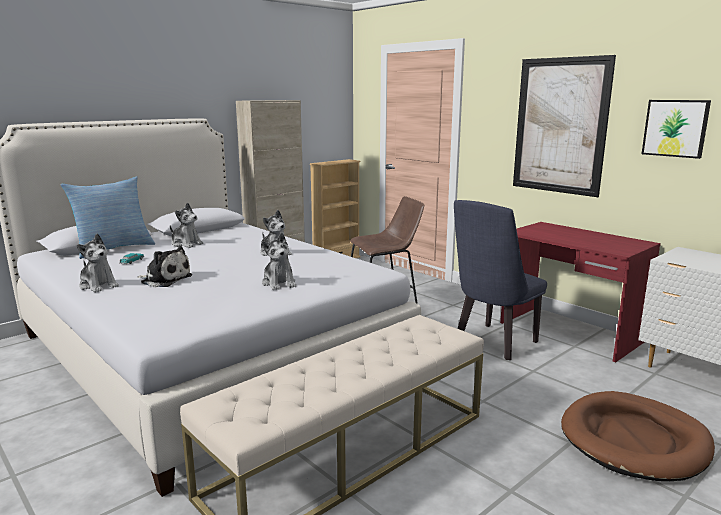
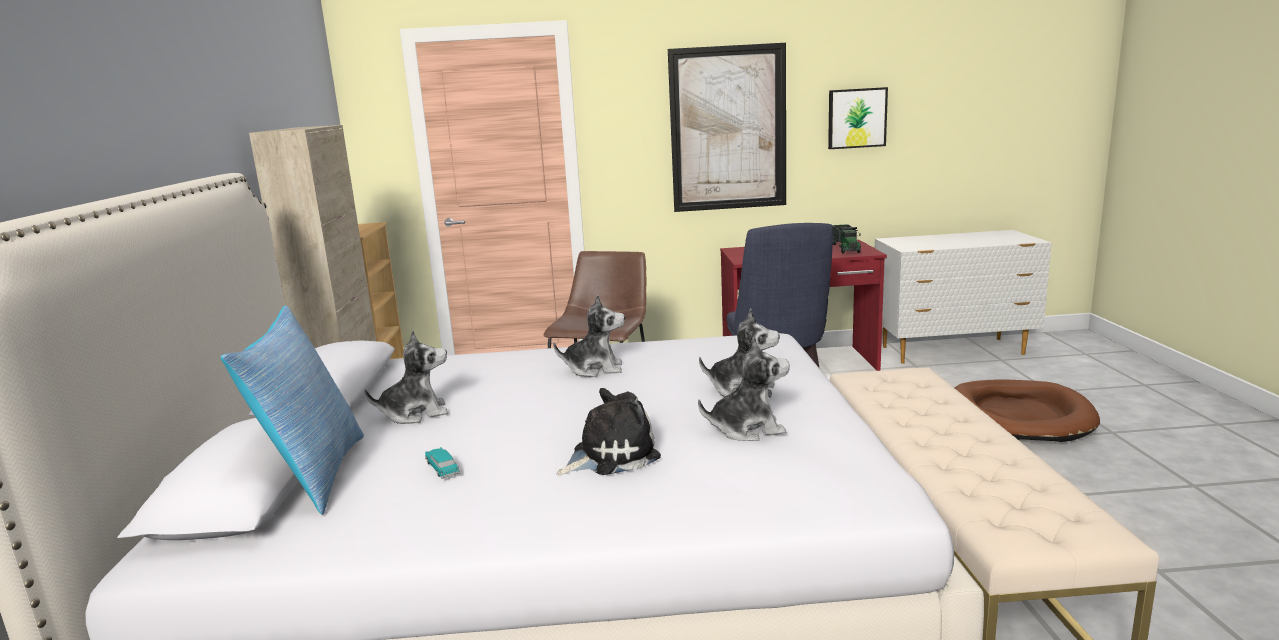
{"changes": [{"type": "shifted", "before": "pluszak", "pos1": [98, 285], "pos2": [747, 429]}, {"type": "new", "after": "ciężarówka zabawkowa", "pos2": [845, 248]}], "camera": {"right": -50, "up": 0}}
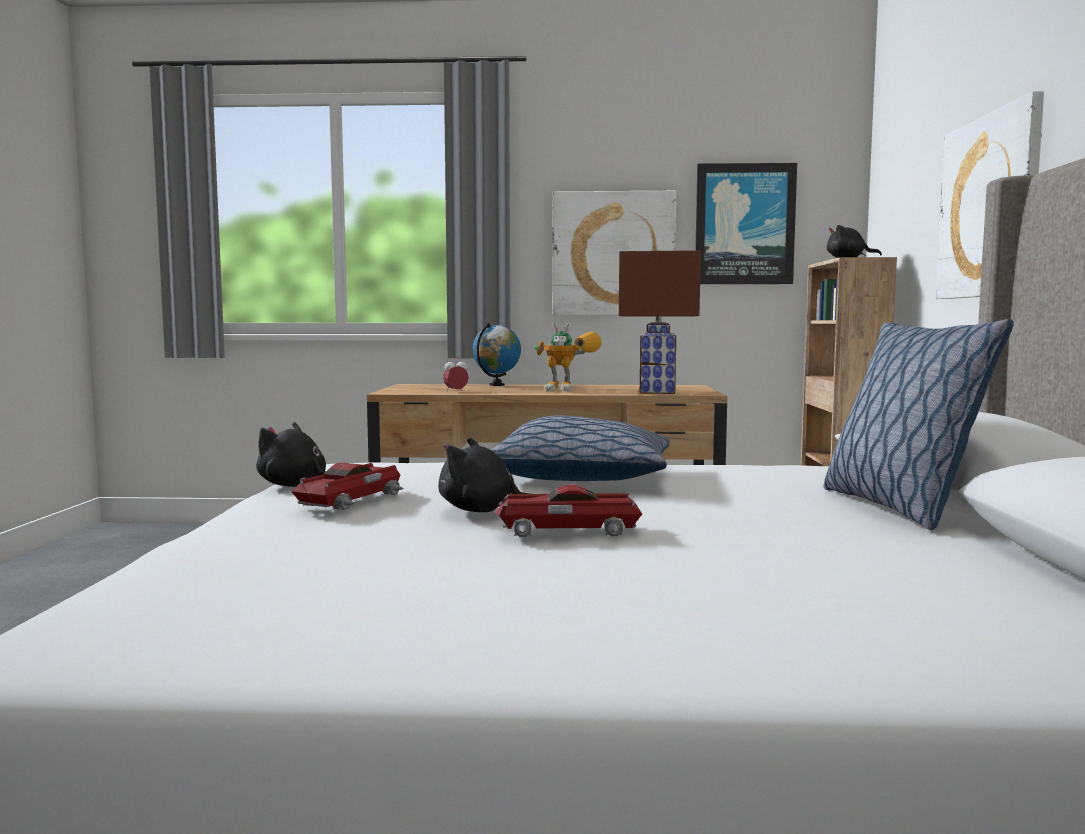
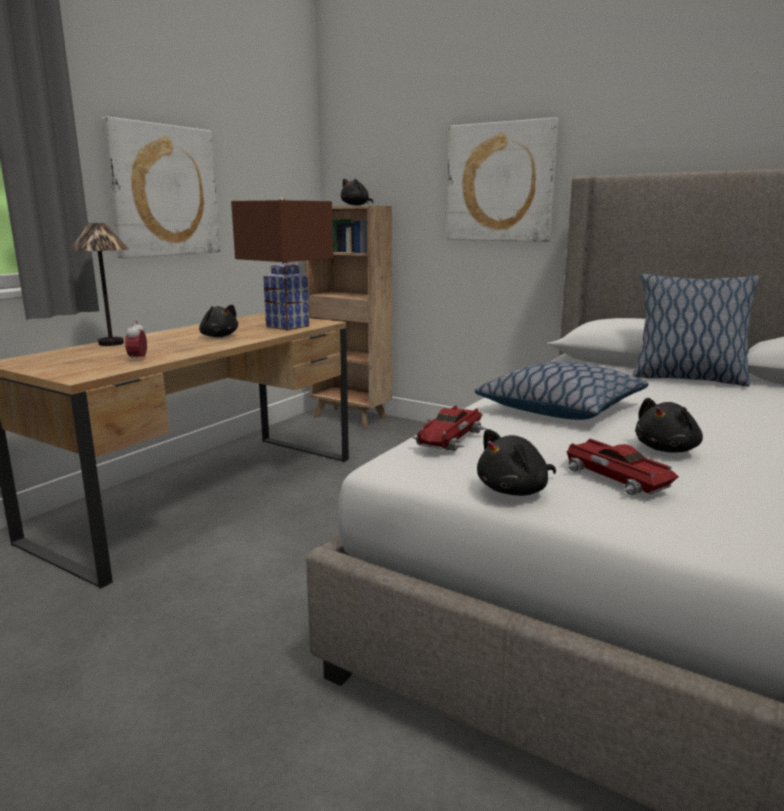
{"changes": [{"type": "swapped", "before": "globus", "after": "lampa stołowa", "pos1": [497, 385], "pos2": [111, 343]}, {"type": "swapped", "before": "robot zabawkowy", "after": "pluszak/czarny", "pos1": [571, 390], "pos2": [218, 336]}, {"type": "shifted", "before": "samochodzik", "pos1": [567, 529], "pos2": [450, 438]}, {"type": "gone", "before": "obraz", "pos1": [744, 224]}], "camera": {"right": -60, "up": 10}}
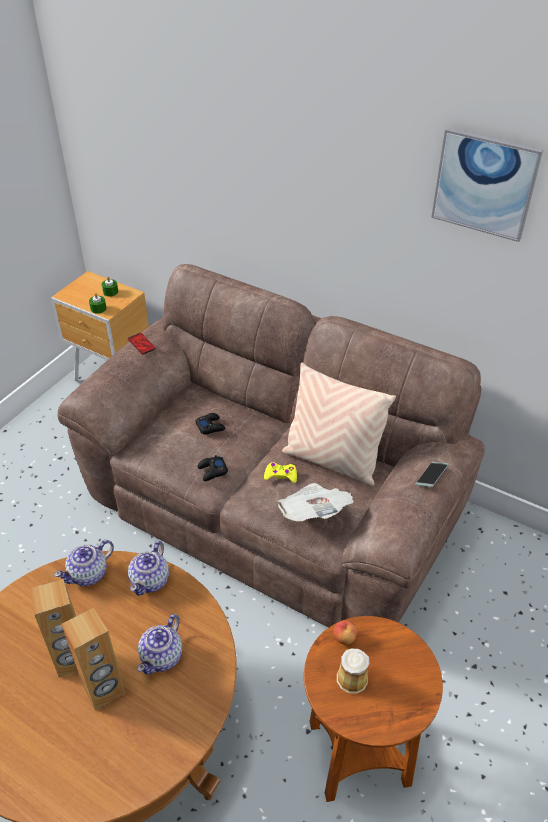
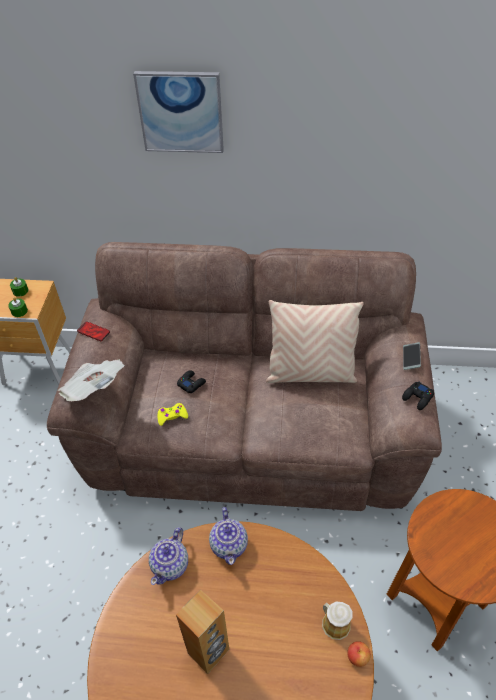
{"changes": [{"type": "shifted", "before": "gazeta", "pos1": [313, 514], "pos2": [94, 389]}, {"type": "shifted", "before": "obraz", "pos1": [485, 184], "pos2": [181, 112]}, {"type": "shifted", "before": "pad do gier/żółty", "pos1": [281, 475], "pos2": [172, 416]}, {"type": "shifted", "before": "kubek", "pos1": [351, 677], "pos2": [334, 623]}, {"type": "shifted", "before": "jabłko", "pos1": [344, 638], "pos2": [357, 657]}, {"type": "shifted", "before": "pad do gier/czarny", "pos1": [212, 471], "pos2": [417, 398]}, {"type": "gone", "before": "głośnik/brązowy", "pos1": [104, 690]}, {"type": "gone", "before": "imbryk", "pos1": [162, 656]}], "camera": {"right": -25, "up": 5}}
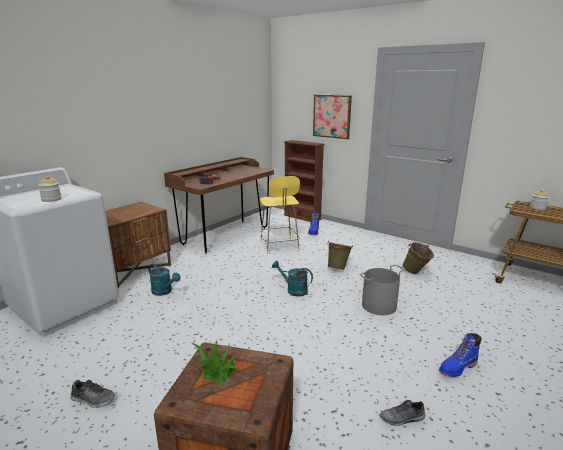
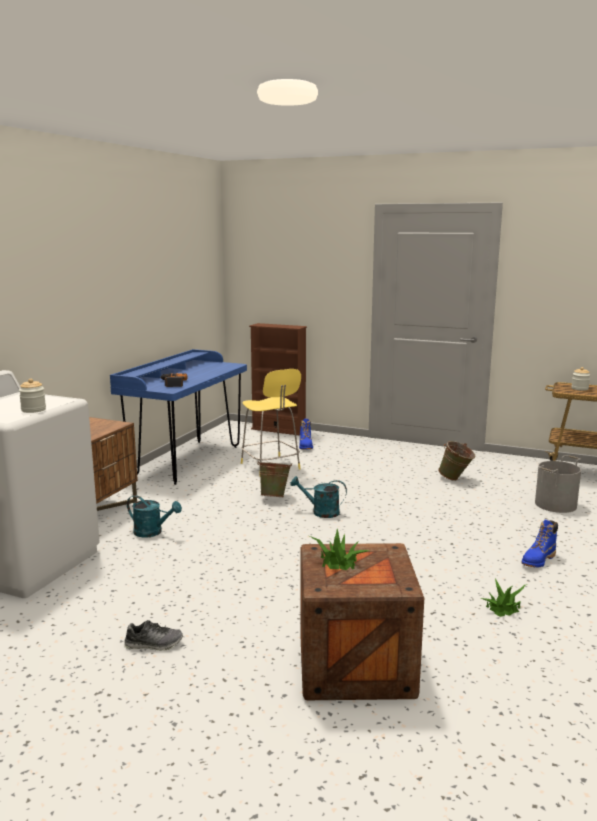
{"changes": [{"type": "repainted", "before": "biurko/brązowy", "after": "biurko/niebieski", "pos1": [225, 236], "pos2": [187, 461]}, {"type": "shifted", "before": "wiadro/zielony", "pos1": [338, 268], "pos2": [274, 497]}, {"type": "swapped", "before": "but/szary", "after": "roślina doniczkowa", "pos1": [402, 419], "pos2": [503, 608]}, {"type": "shifted", "before": "wiadro/szary", "pos1": [379, 306], "pos2": [556, 504]}, {"type": "gone", "before": "obraz", "pos1": [332, 116]}], "camera": {"right": -15, "up": -5}}
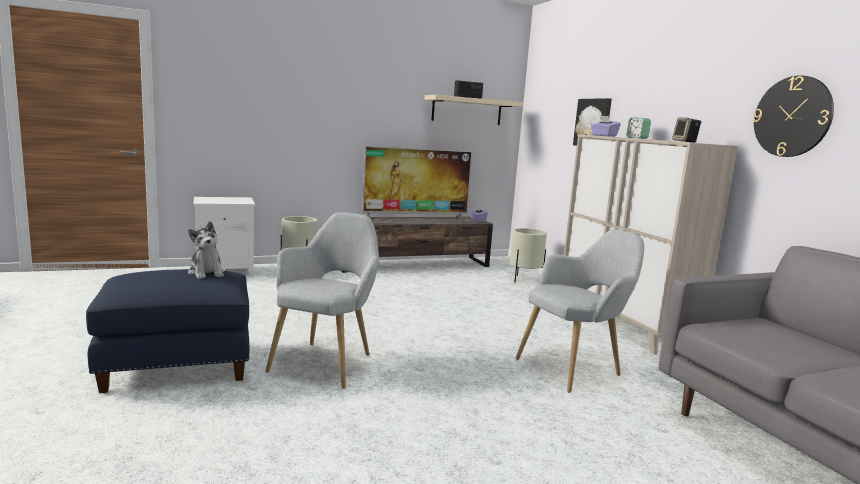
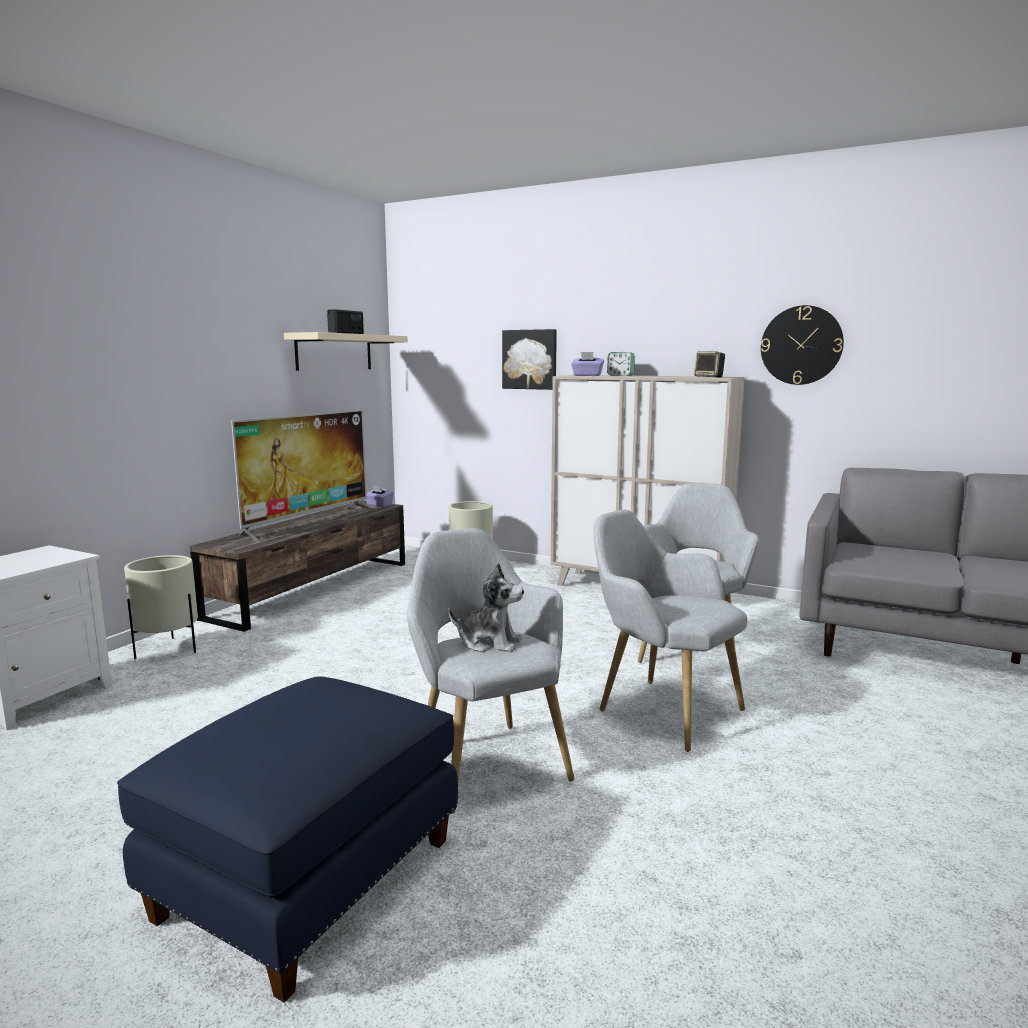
{"changes": [{"type": "shifted", "before": "pluszak", "pos1": [206, 273], "pos2": [489, 643]}, {"type": "new", "after": "fotel/szary", "pos2": [661, 709]}], "camera": {"right": -40, "up": 0}}
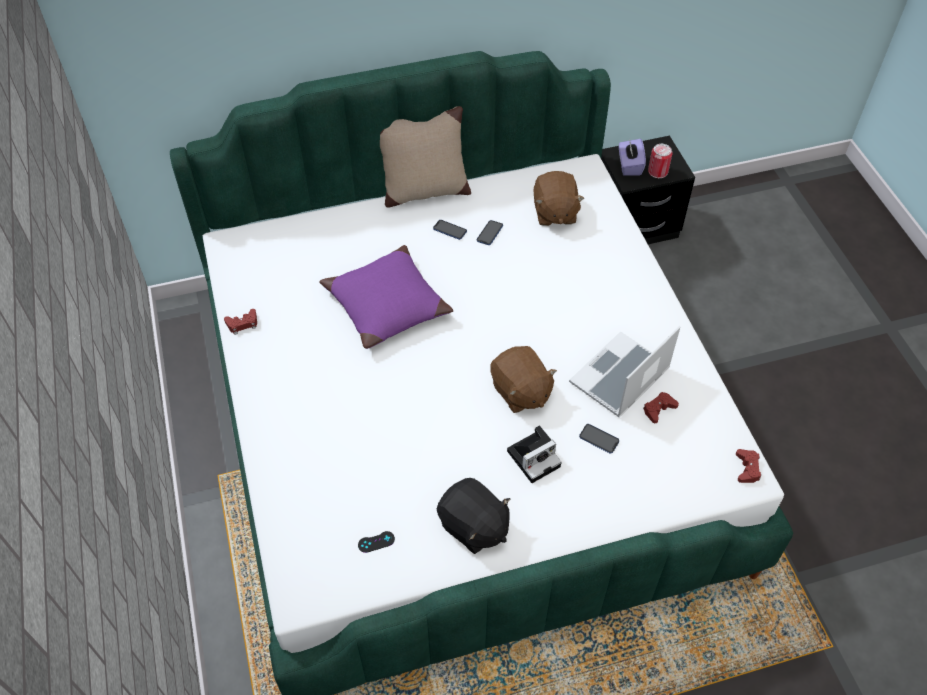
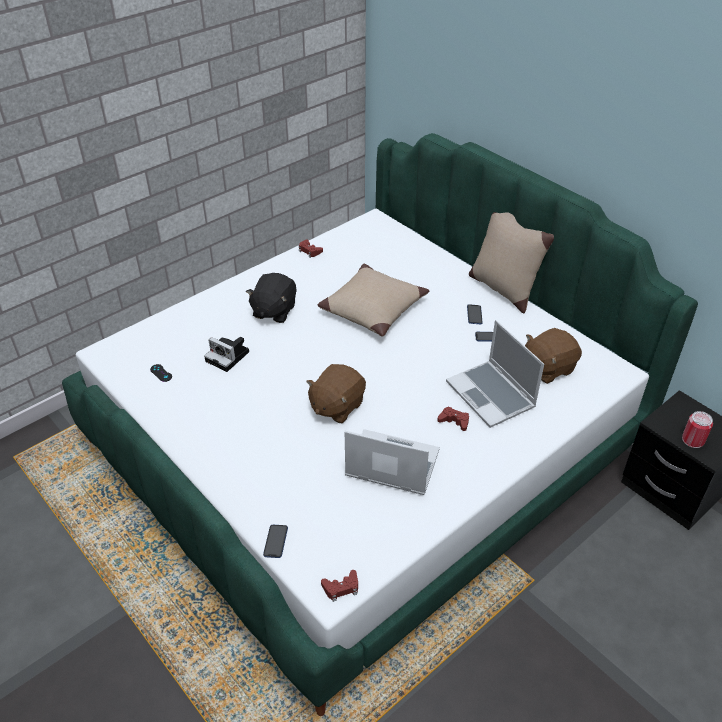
{"changes": [{"type": "shifted", "before": "aparat fotograficzny", "pos1": [534, 457], "pos2": [229, 357]}, {"type": "shifted", "before": "pluszak/czarny", "pos1": [473, 527], "pos2": [273, 311]}, {"type": "shifted", "before": "telefon", "pos1": [599, 439], "pos2": [275, 542]}, {"type": "repainted", "before": "poduszka/fioletowy", "after": "poduszka/beżowy", "pos1": [386, 305], "pos2": [372, 308]}, {"type": "shifted", "before": "pad do gier/czerwony", "pos1": [658, 409], "pos2": [454, 421]}, {"type": "new", "after": "laptop", "pos2": [492, 395]}, {"type": "gone", "before": "pudełko chusteczek/fioletowy", "pos1": [629, 166]}], "camera": {"right": 65, "up": -10}}
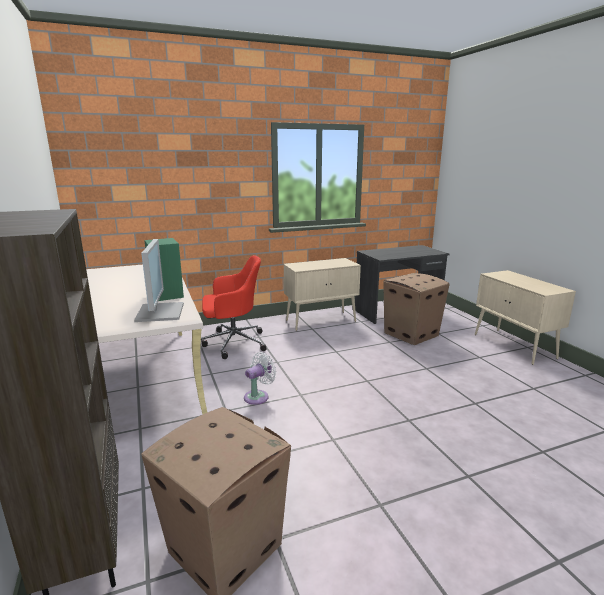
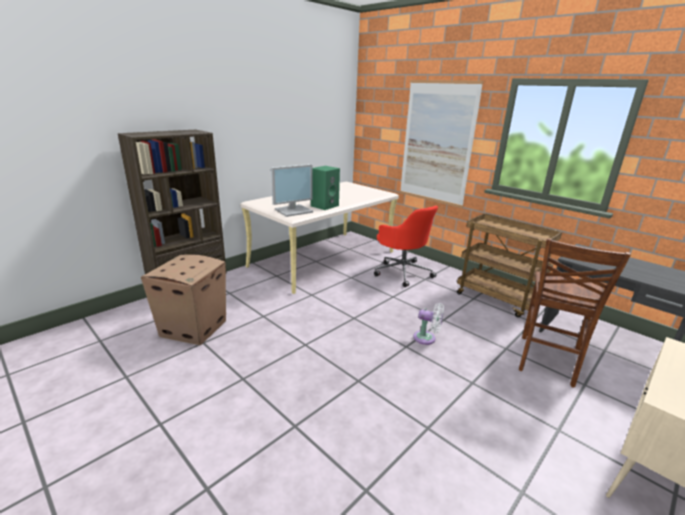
{"changes": [{"type": "new", "after": "obraz", "pos2": [437, 143]}, {"type": "shifted", "before": "wentylator/biały", "pos1": [258, 396], "pos2": [427, 338]}, {"type": "swapped", "before": "szafka/beżowy", "after": "wózek/brązowy", "pos1": [321, 321], "pos2": [498, 299]}, {"type": "swapped", "before": "karton", "after": "krzesło/brązowy", "pos1": [410, 334], "pos2": [547, 361]}], "camera": {"right": 65, "up": 5}}
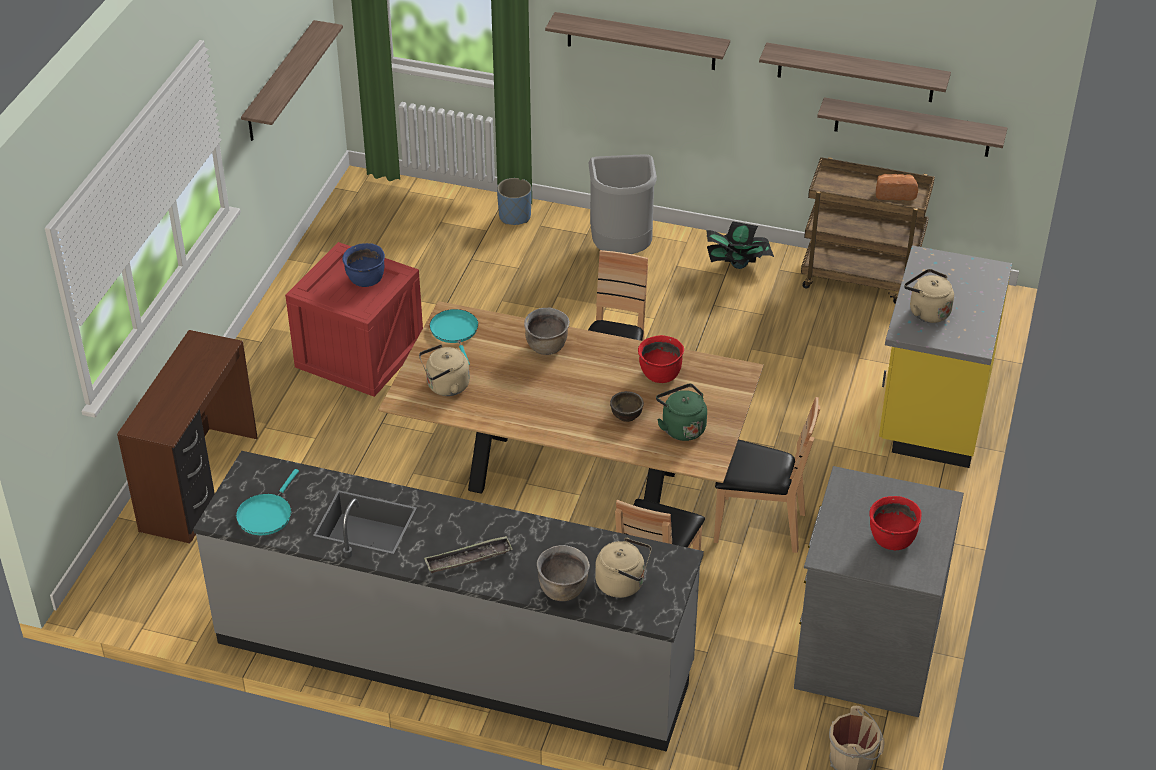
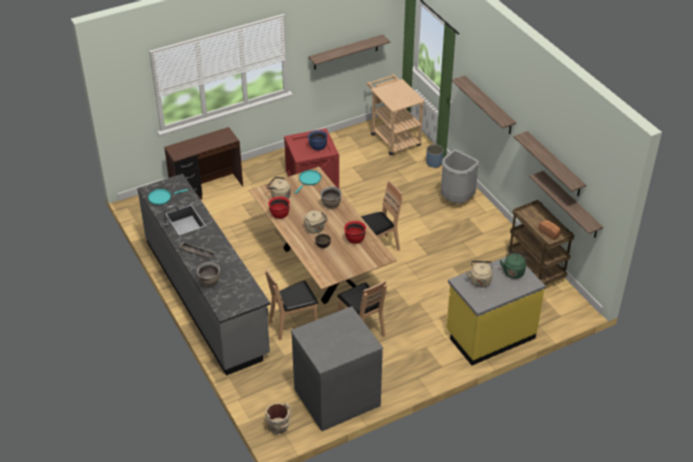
{"changes": [{"type": "shifted", "before": "garnek/czerwony", "pos1": [892, 540], "pos2": [279, 215]}, {"type": "shifted", "before": "czajnik/beżowy", "pos1": [623, 583], "pos2": [315, 229]}, {"type": "new", "after": "wózek/beżowy", "pos2": [393, 137]}, {"type": "shifted", "before": "czajnik/zielony", "pos1": [681, 427], "pos2": [513, 271]}, {"type": "gone", "before": "roślina doniczkowa", "pos1": [738, 265]}], "camera": {"right": 45, "up": 0}}
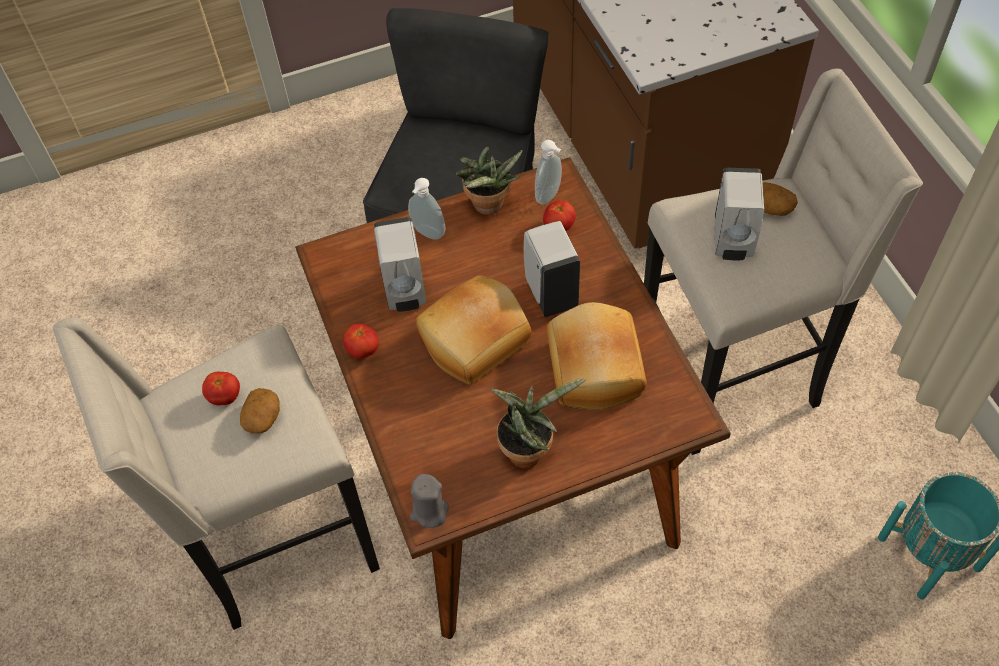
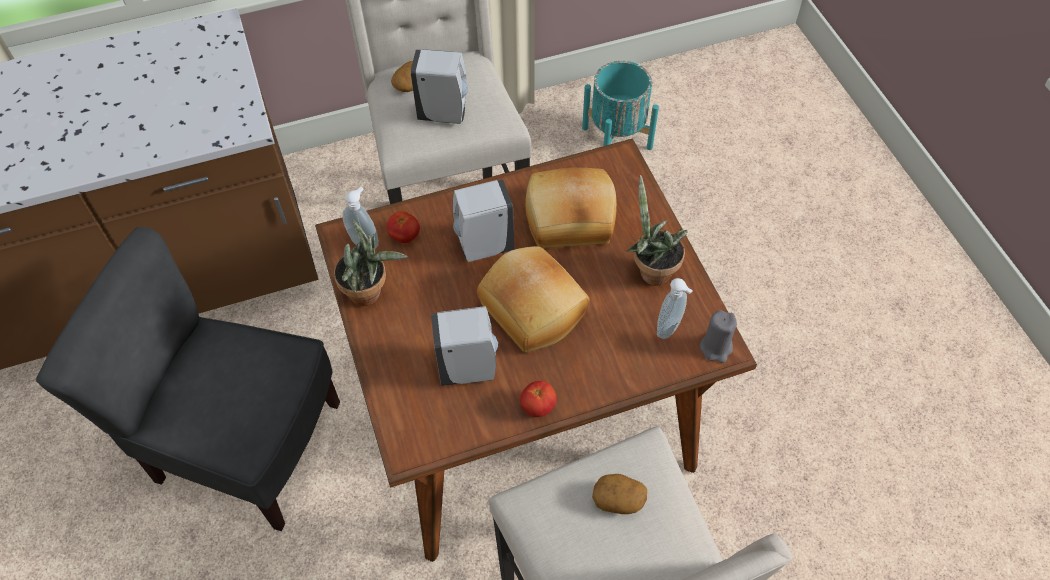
{"changes": [{"type": "shifted", "before": "dozownik mydła", "pos1": [427, 234], "pos2": [670, 329]}, {"type": "gone", "before": "pomidor", "pos1": [225, 397]}], "camera": {"right": -90, "up": 0}}
